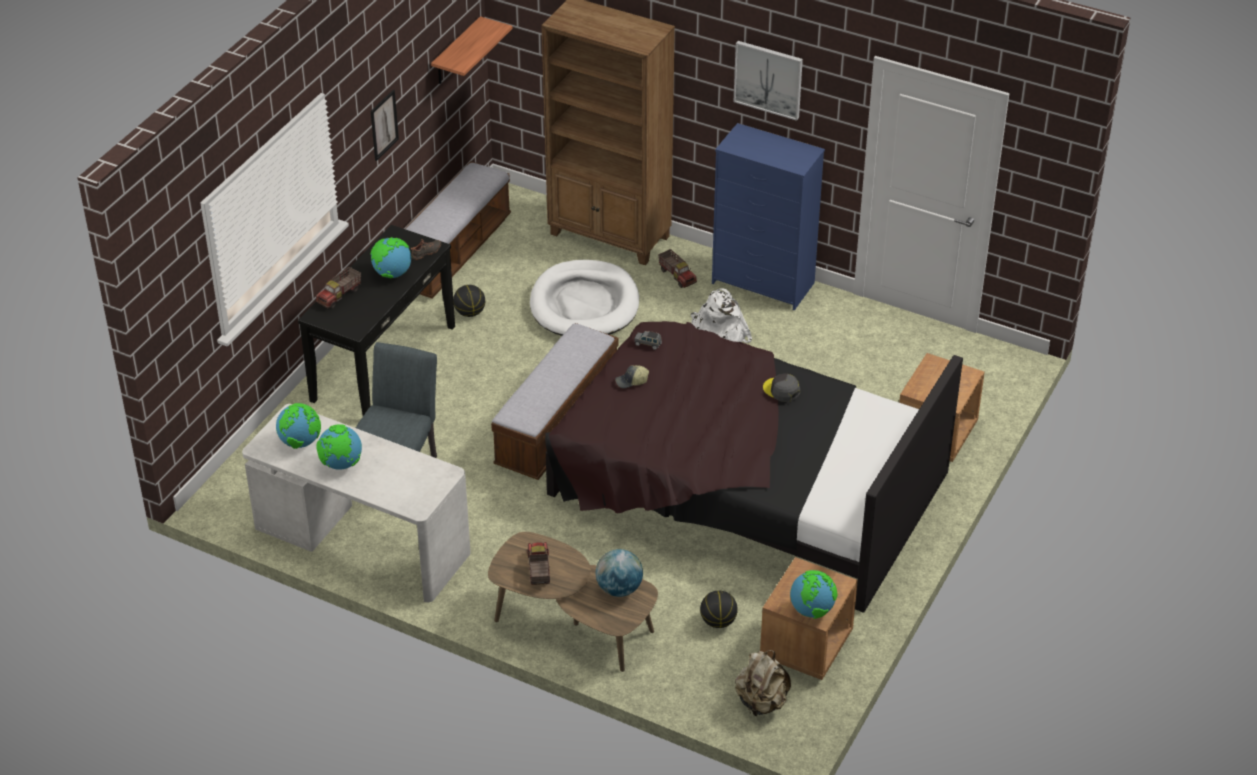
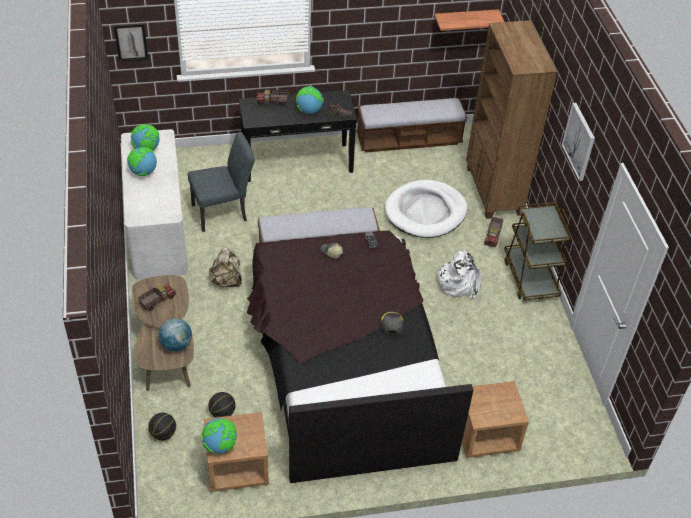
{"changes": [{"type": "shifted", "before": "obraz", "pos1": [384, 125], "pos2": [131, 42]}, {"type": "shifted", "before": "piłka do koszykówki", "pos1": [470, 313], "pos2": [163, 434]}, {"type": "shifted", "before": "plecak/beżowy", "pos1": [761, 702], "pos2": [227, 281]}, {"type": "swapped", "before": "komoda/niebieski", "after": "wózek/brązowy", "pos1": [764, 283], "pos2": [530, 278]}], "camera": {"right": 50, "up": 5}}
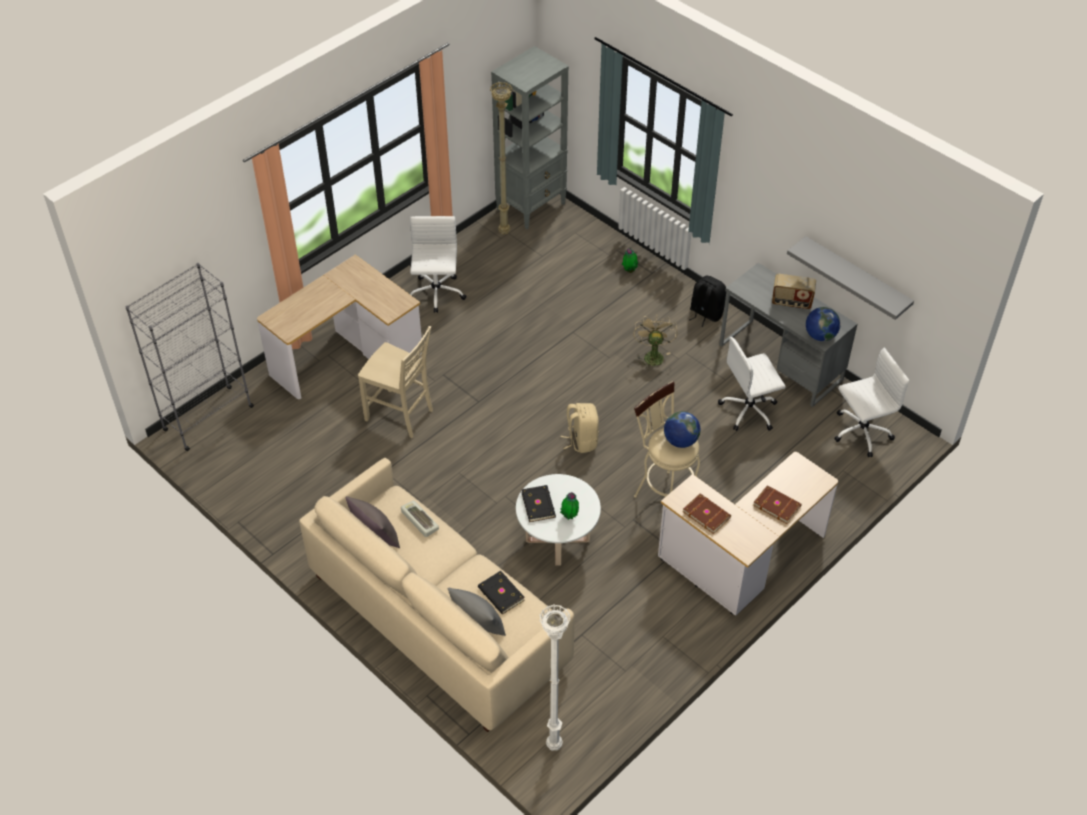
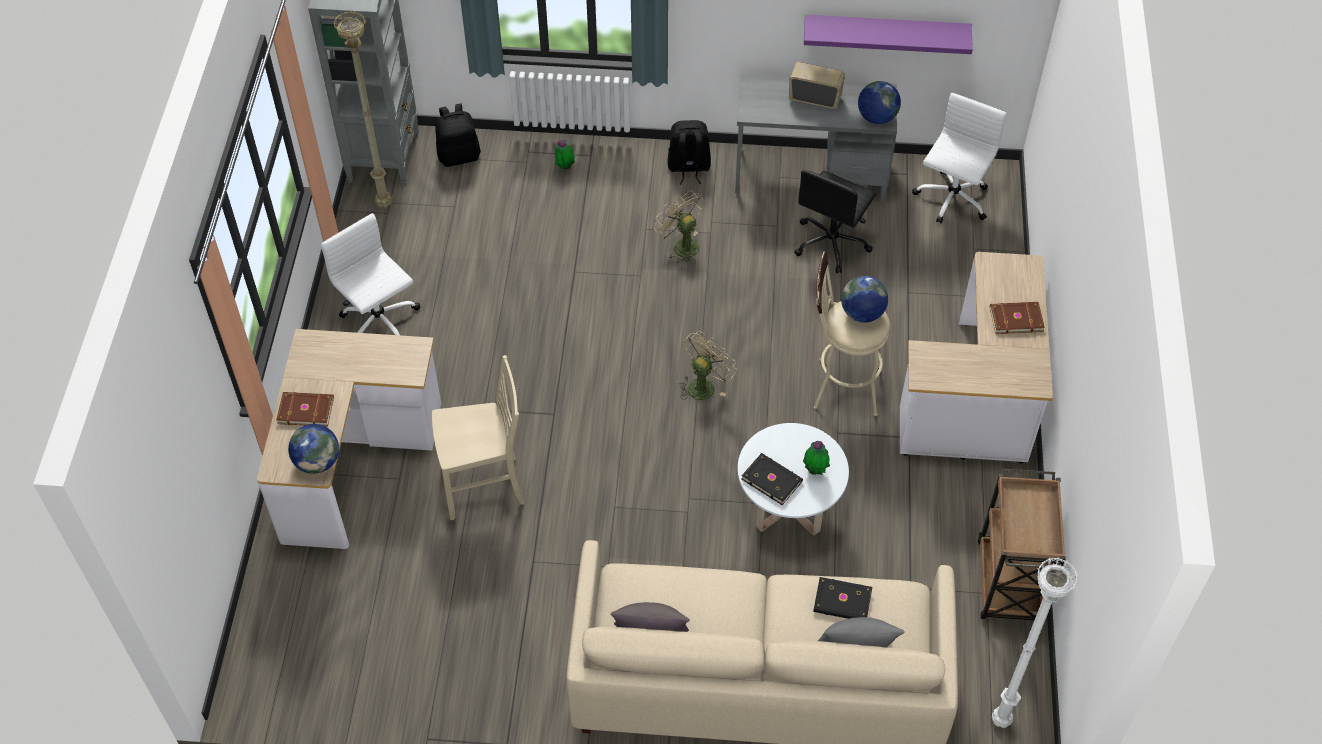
{"changes": [{"type": "shifted", "before": "książka/brązowy", "pos1": [706, 514], "pos2": [305, 409]}, {"type": "new", "after": "globus", "pos2": [317, 462]}, {"type": "new", "after": "plecak/czarny", "pos2": [459, 155]}, {"type": "swapped", "before": "plecak/beżowy", "after": "wentylator/beżowy", "pos1": [581, 441], "pos2": [704, 384]}, {"type": "rotated", "before": "radio", "pos1": [791, 302], "pos2": [815, 98], "turn": -135}, {"type": "repainted", "before": "krzesło biurowe/biały", "after": "krzesło biurowe/czarny", "pos1": [749, 410], "pos2": [831, 243]}, {"type": "repainted", "before": "półka/szary", "after": "półka/fioletowy", "pos1": [856, 277], "pos2": [886, 31]}, {"type": "new", "after": "wózek/brązowy", "pos2": [1008, 584]}, {"type": "gone", "before": "regał/szary", "pos1": [208, 418]}, {"type": "gone", "before": "klawiatura", "pos1": [418, 520]}], "camera": {"right": -40, "up": 5}}
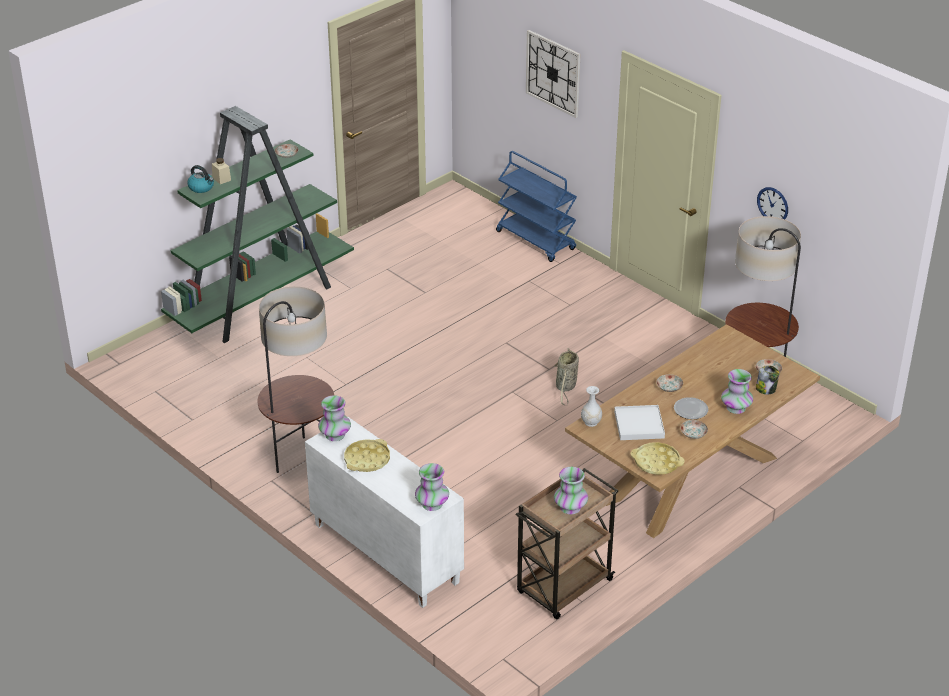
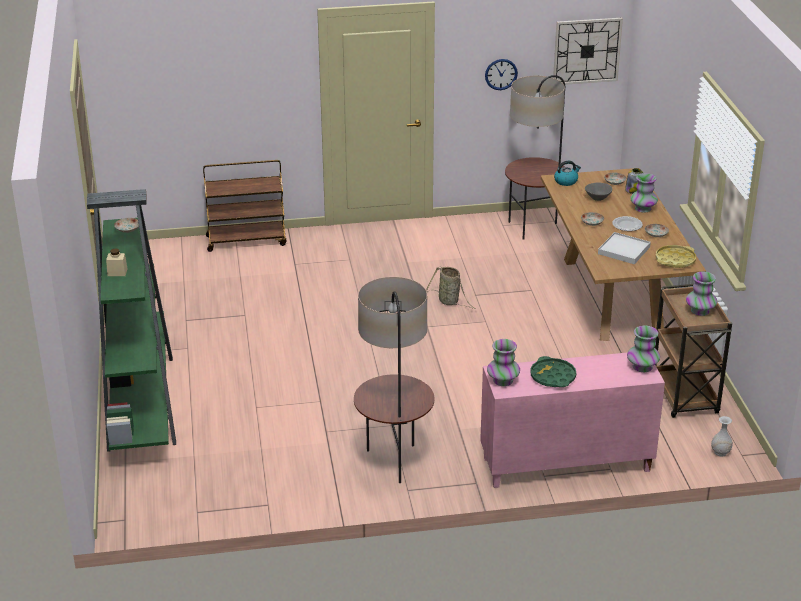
{"changes": [{"type": "repainted", "before": "wózek/niebieski", "after": "wózek/brązowy", "pos1": [536, 240], "pos2": [247, 240]}, {"type": "repainted", "before": "szafka/biały", "after": "szafka/różowy", "pos1": [384, 553], "pos2": [565, 465]}, {"type": "repainted", "before": "taca/żółty", "after": "taca/zielony", "pos1": [367, 459], "pos2": [552, 377]}, {"type": "shifted", "before": "zegar ścienny", "pos1": [553, 73], "pos2": [587, 51]}, {"type": "shifted", "before": "czajnik", "pos1": [201, 187], "pos2": [566, 181]}, {"type": "new", "after": "miska/szary", "pos2": [597, 198]}, {"type": "shifted", "before": "wazon/biały", "pos1": [590, 422], "pos2": [720, 452]}], "camera": {"right": -55, "up": -5}}
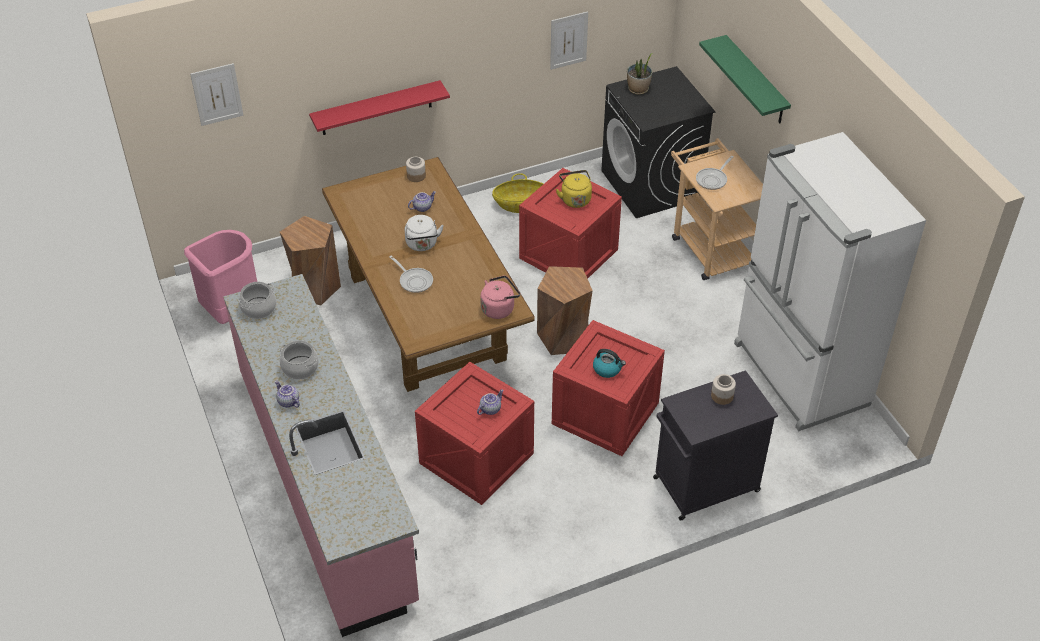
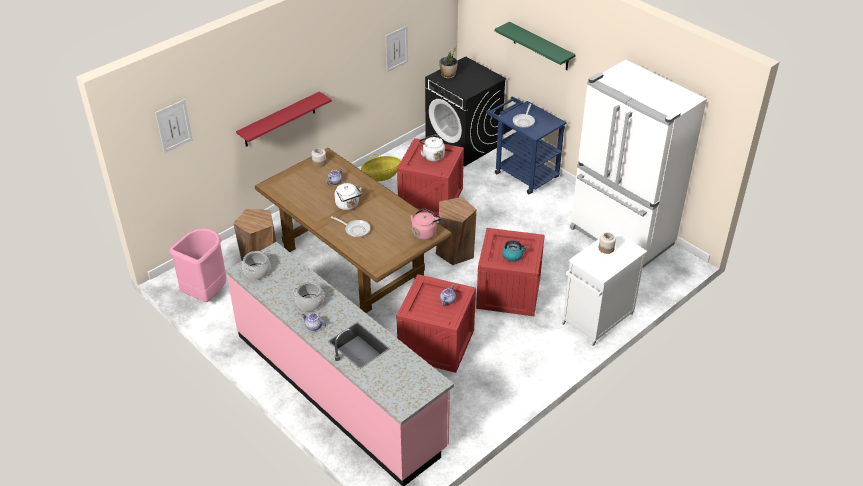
{"changes": [{"type": "repainted", "before": "czajnik/żółty", "after": "czajnik/biały", "pos1": [575, 199], "pos2": [432, 156]}, {"type": "repainted", "before": "wózek/beżowy", "after": "wózek/niebieski", "pos1": [709, 246], "pos2": [522, 172]}, {"type": "repainted", "before": "szafka/czarny", "after": "szafka/biały", "pos1": [704, 485], "pos2": [597, 320]}], "camera": {"right": -20, "up": -5}}
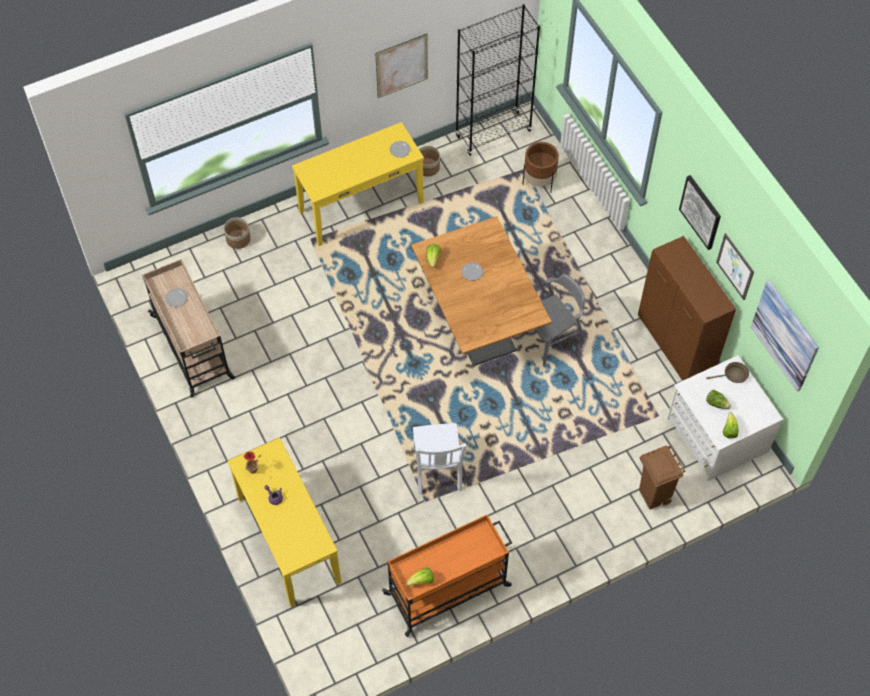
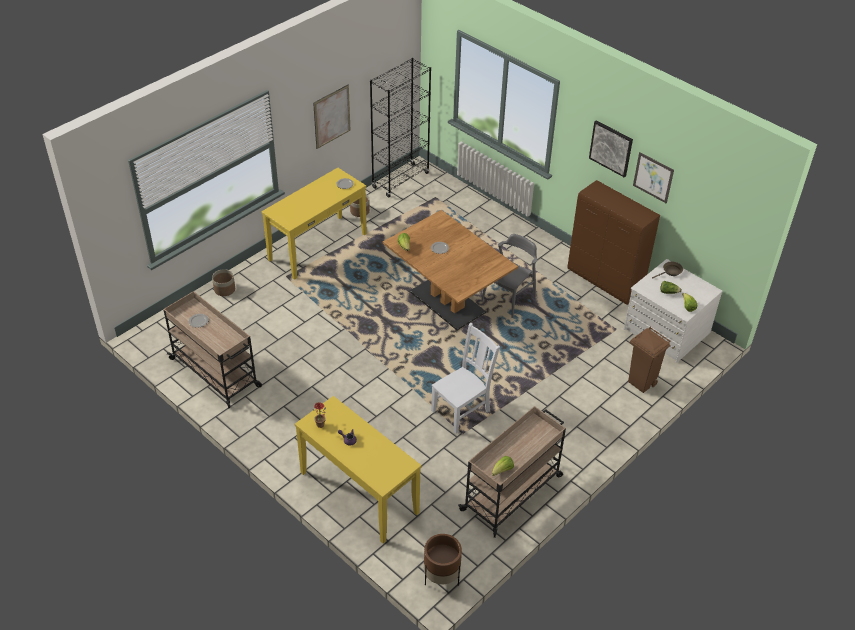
{"changes": [{"type": "shifted", "before": "donica/brązowy", "pos1": [539, 182], "pos2": [441, 577]}, {"type": "rotated", "before": "krzesło/biały", "pos1": [437, 471], "pos2": [462, 410], "turn": -105}, {"type": "repainted", "before": "wózek/pomarańczowy", "after": "wózek/beżowy", "pos1": [449, 589], "pos2": [512, 492]}, {"type": "gone", "before": "obraz", "pos1": [785, 336]}], "camera": {"right": -20, "up": -15}}
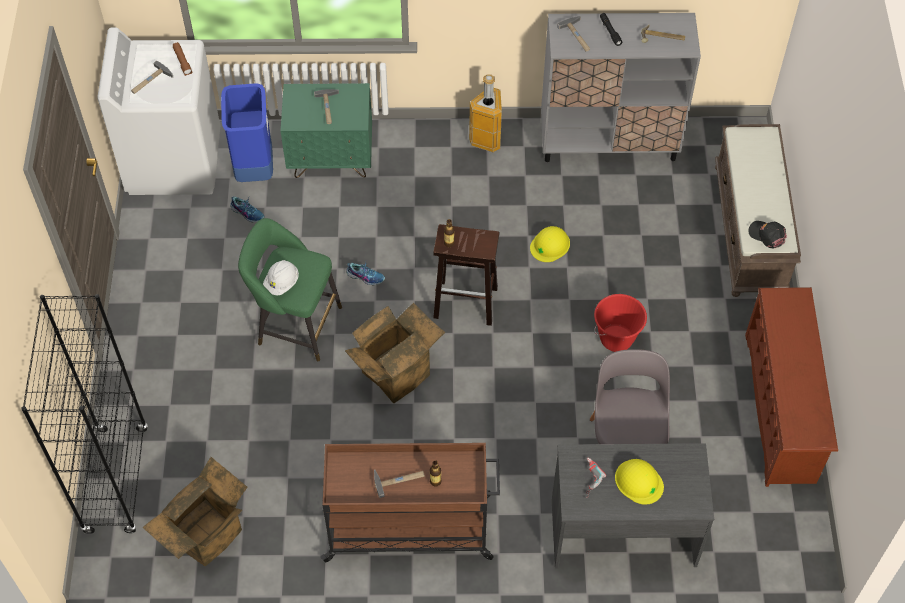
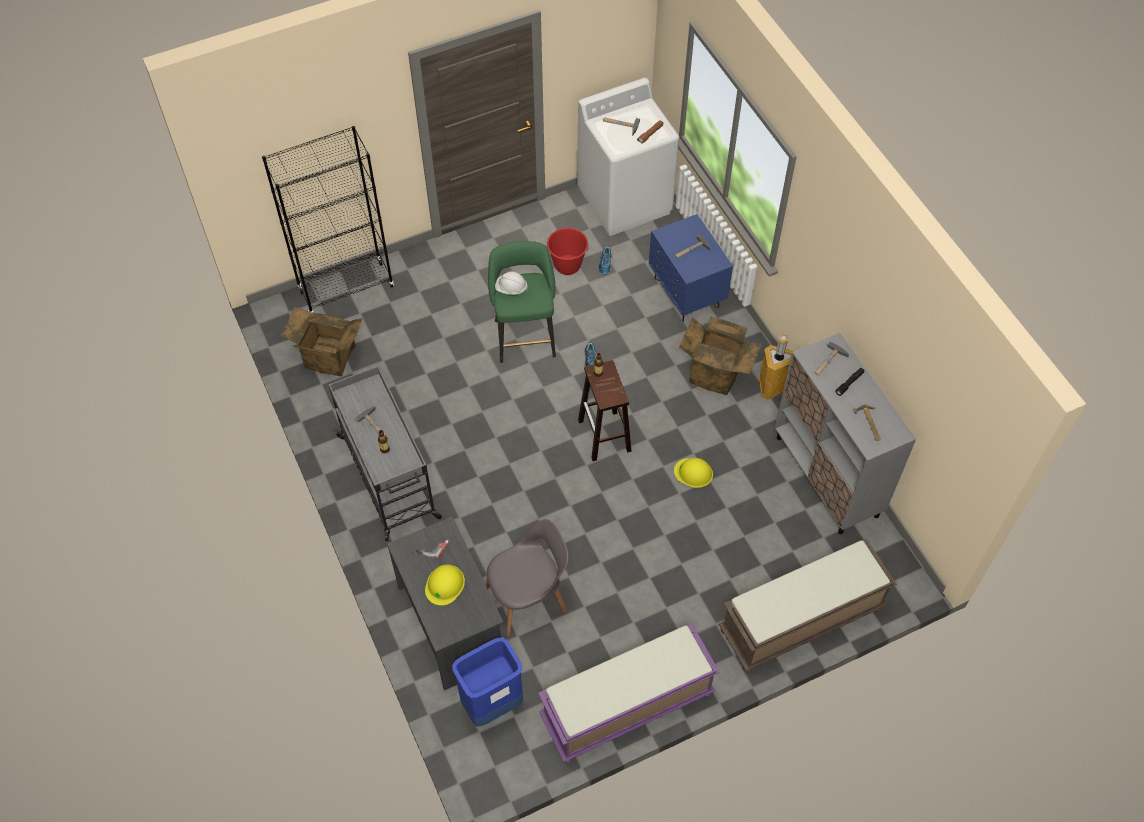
{"changes": [{"type": "repainted", "before": "wózek/brązowy", "after": "wózek/szary", "pos1": [410, 528], "pos2": [389, 478]}, {"type": "shifted", "before": "kosz na śmieci/niebieski", "pos1": [254, 168], "pos2": [492, 703]}, {"type": "swapped", "before": "regał na buty/brązowy", "after": "ławka/fioletowy", "pos1": [781, 408], "pos2": [626, 707]}, {"type": "shifted", "before": "wiadro/czerwony", "pos1": [616, 338], "pos2": [567, 265]}, {"type": "repainted", "before": "szafka nocna/zielony", "after": "szafka nocna/niebieski", "pos1": [331, 159], "pos2": [686, 293]}, {"type": "shifted", "before": "karton", "pos1": [394, 370], "pos2": [716, 372]}, {"type": "gone", "before": "czapka z daszkiem/czarny", "pos1": [767, 235]}], "camera": {"right": 65, "up": 0}}
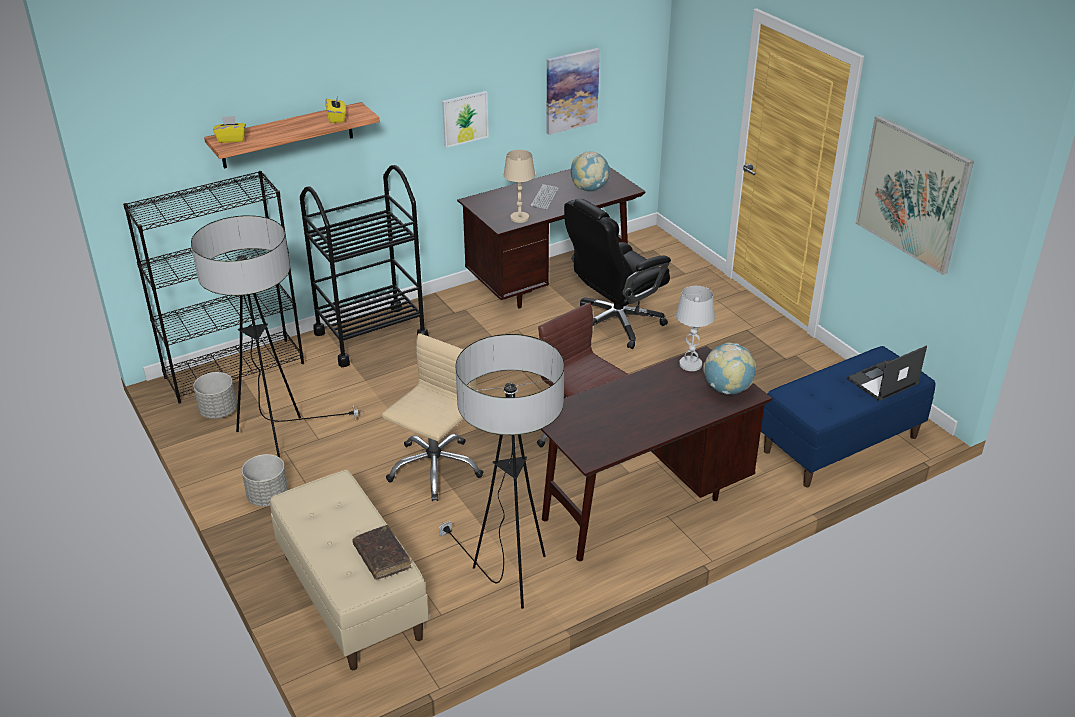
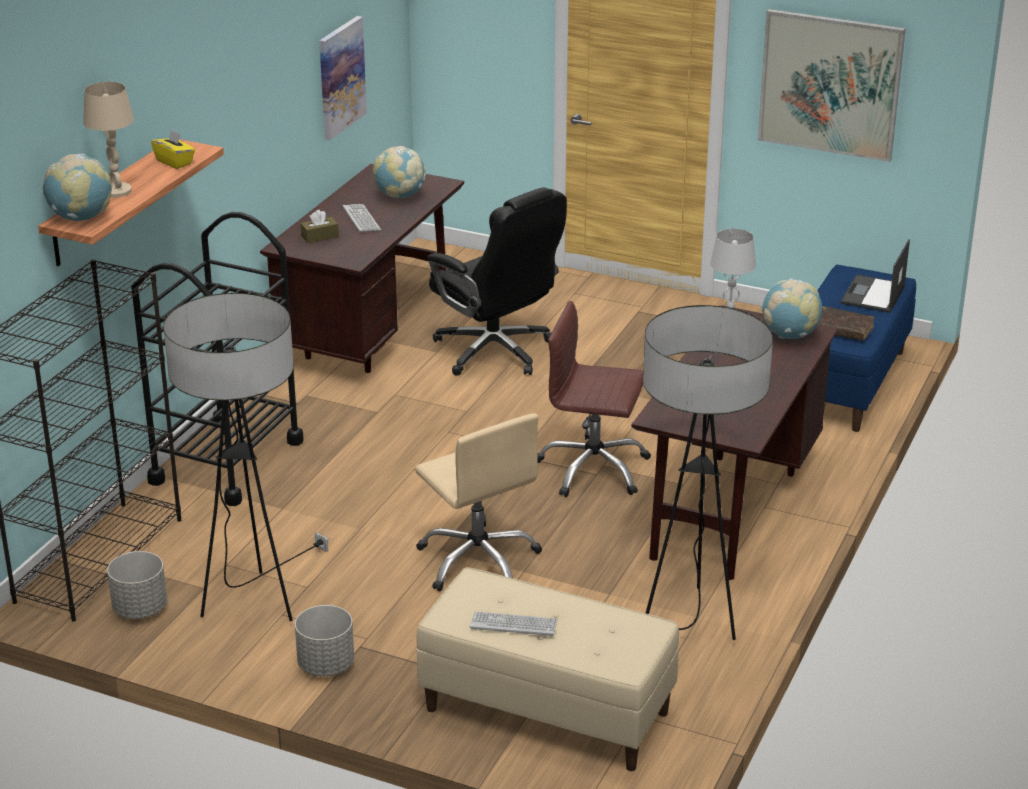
{"changes": [{"type": "swapped", "before": "pudełko chusteczek/żółty", "after": "globus", "pos1": [231, 139], "pos2": [81, 218]}, {"type": "shifted", "before": "lampa stołowa/beżowy", "pos1": [519, 218], "pos2": [116, 191]}, {"type": "new", "after": "pudełko chusteczek/brązowy", "pos2": [320, 236]}, {"type": "rotated", "before": "krzesło biurowe/beżowy", "pos1": [434, 468], "pos2": [479, 561], "turn": 150}, {"type": "rotated", "before": "krzesło biurowe/czarny", "pos1": [615, 323], "pos2": [495, 351], "turn": -60}, {"type": "new", "after": "klawiatura", "pos2": [513, 624]}, {"type": "shifted", "before": "książka/brązowy", "pos1": [382, 557], "pos2": [841, 330]}, {"type": "gone", "before": "obraz", "pos1": [465, 118]}], "camera": {"right": -35, "up": -5}}
